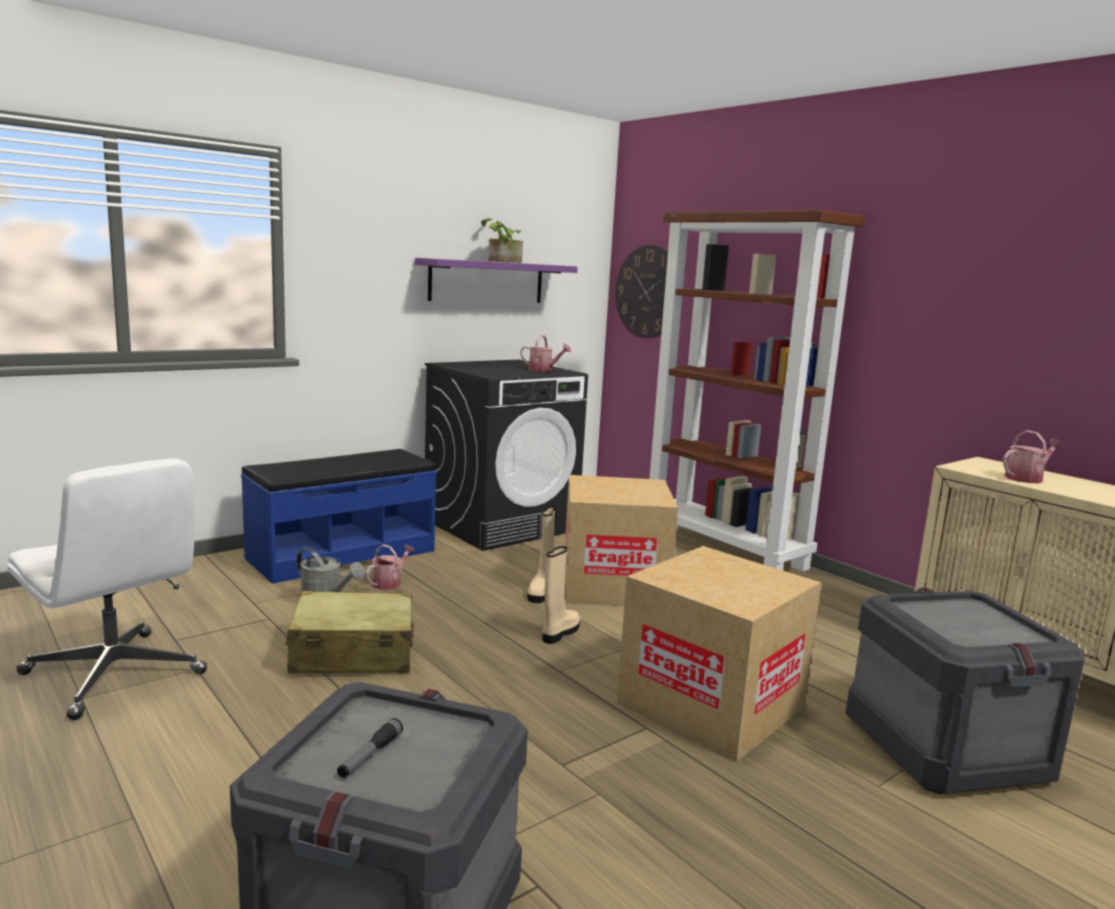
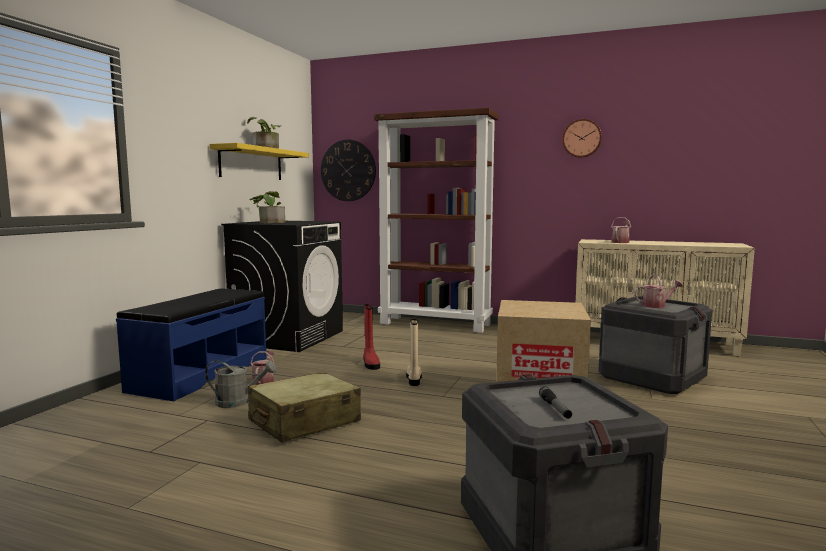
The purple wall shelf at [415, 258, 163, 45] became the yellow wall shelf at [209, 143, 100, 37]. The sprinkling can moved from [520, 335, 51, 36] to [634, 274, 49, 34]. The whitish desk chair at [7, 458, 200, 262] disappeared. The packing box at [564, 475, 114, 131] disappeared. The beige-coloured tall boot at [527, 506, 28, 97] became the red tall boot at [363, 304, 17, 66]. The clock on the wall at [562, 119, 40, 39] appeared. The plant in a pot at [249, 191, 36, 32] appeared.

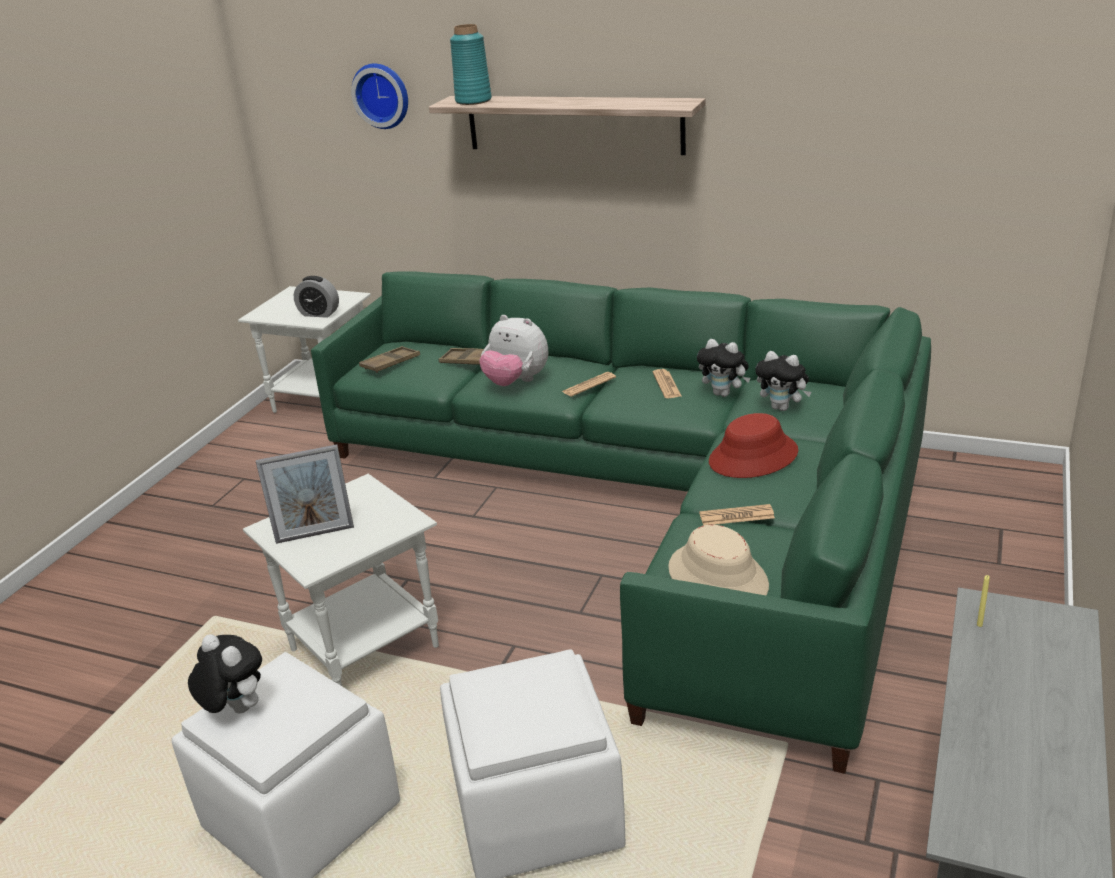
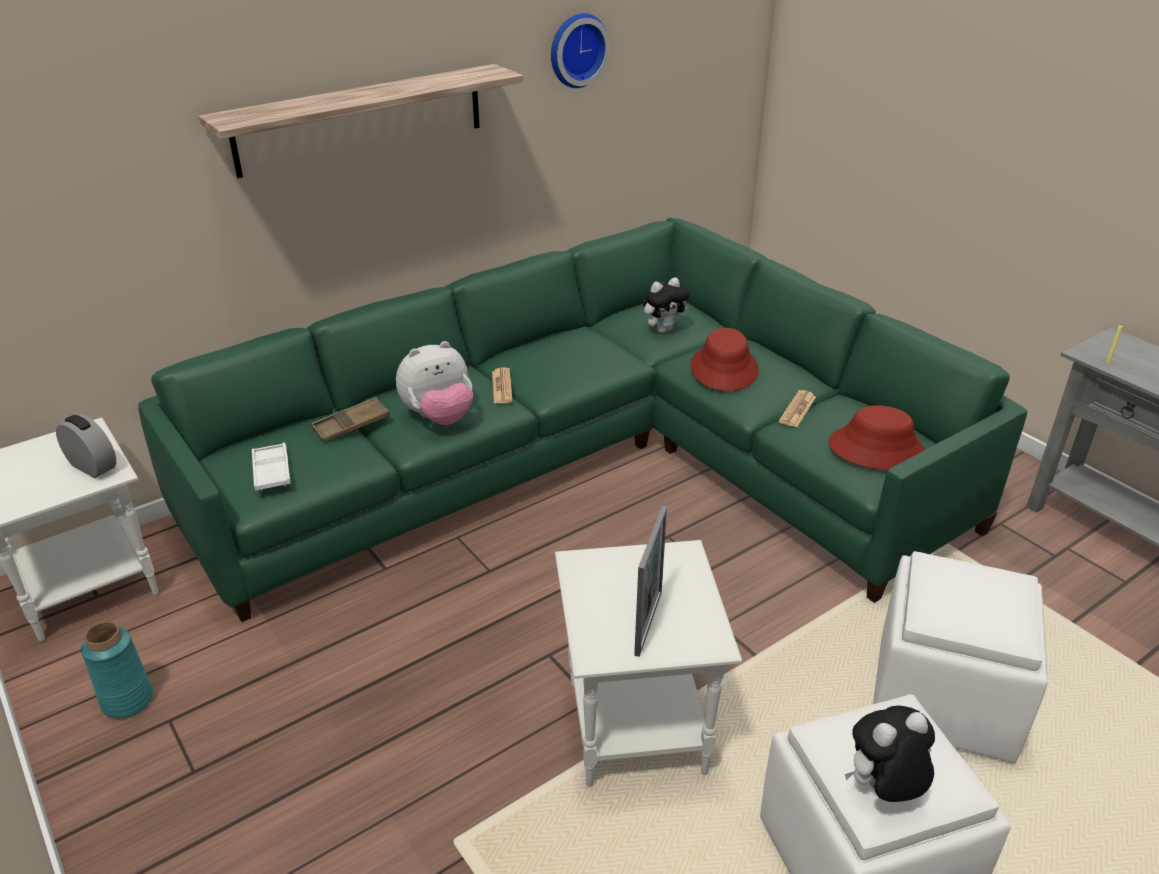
The blue-green vase moved from [450, 24, 42, 81] to [81, 622, 72, 96]. The clock on the wall moved from [351, 63, 57, 66] to [551, 13, 59, 75]. The alarm clock at [294, 276, 45, 42] turned 105 degrees counterclockwise. The cuddly toy at [697, 339, 54, 58] disappeared. The brown-coloured serving tray at [359, 346, 61, 27] became the whitish serving tray at [252, 443, 39, 48]. The printed paper at [652, 369, 29, 29] disappeared. The beige-coloured clothing hat at [668, 525, 101, 71] became the red clothing hat at [828, 405, 97, 65].

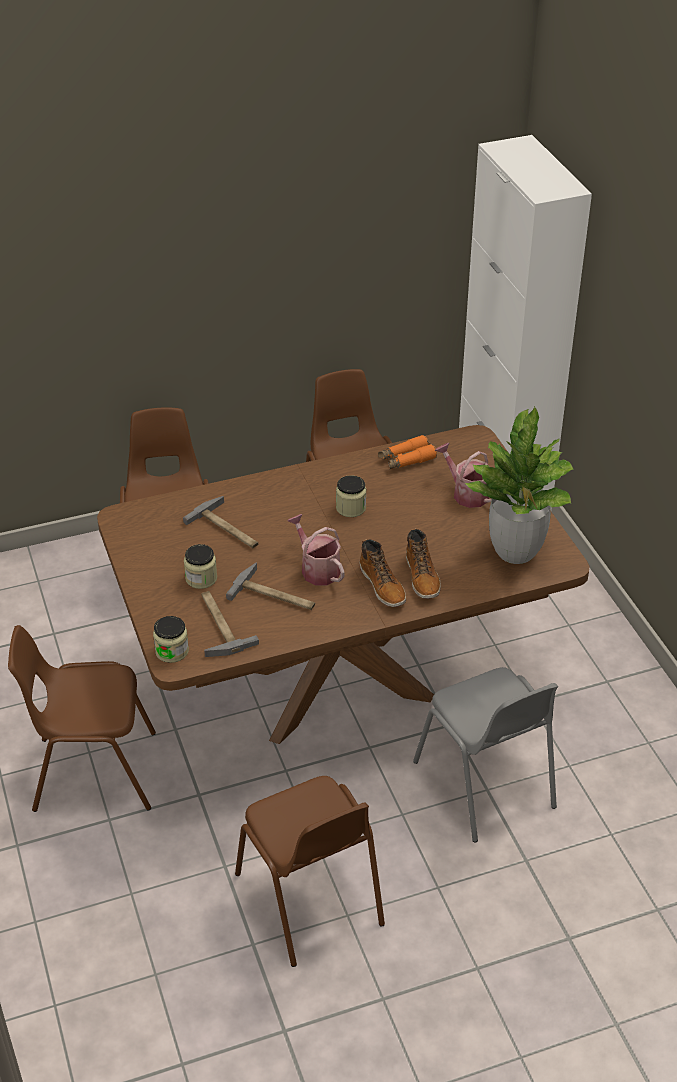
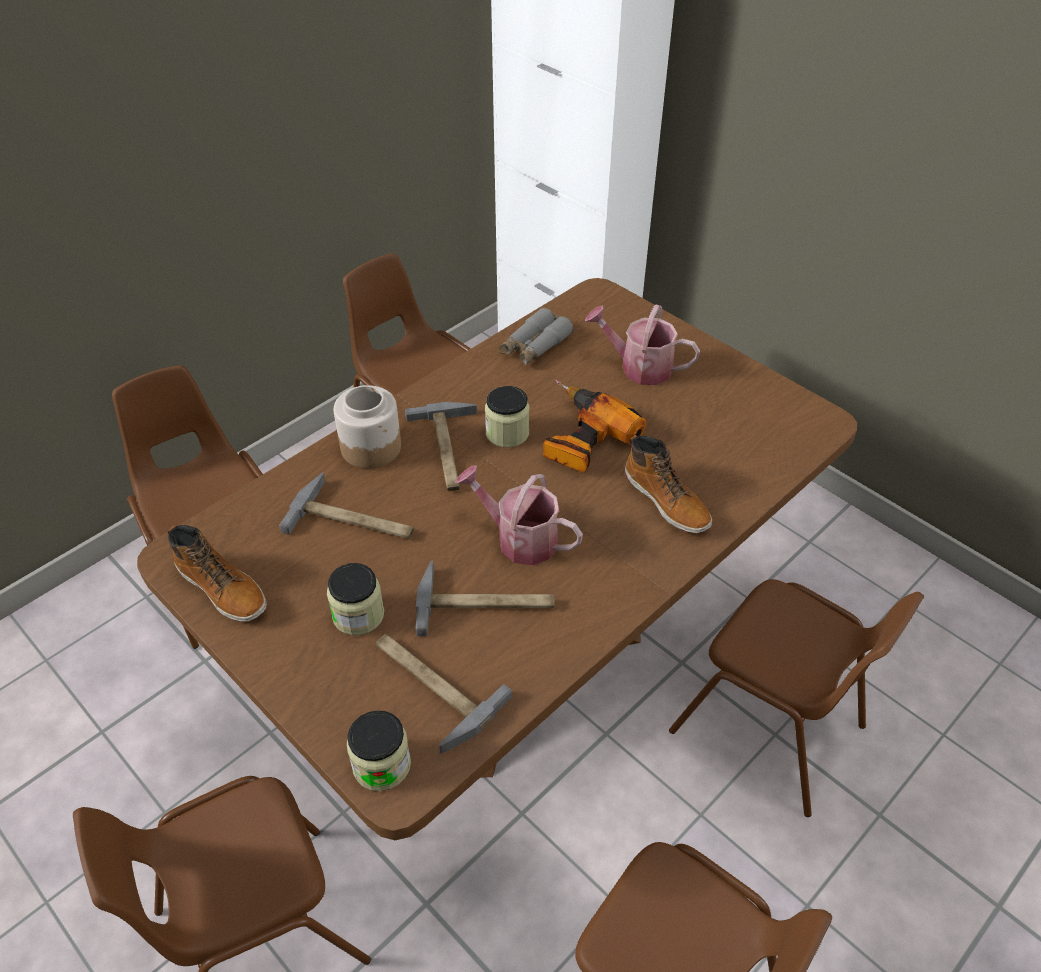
The plant in a pot at [464, 406, 109, 158] disappeared. The orange pair of binoculars at [378, 435, 59, 35] became the gray pair of binoculars at [499, 307, 74, 58]. The tall boot moved from [359, 539, 47, 68] to [168, 525, 99, 97]. The gray chair at [413, 667, 145, 175] became the brown-coloured chair at [669, 579, 255, 238]. The power drill at [543, 380, 103, 93] appeared. The preserve jar at [334, 385, 67, 84] appeared. The hammer at [405, 402, 72, 89] appeared.

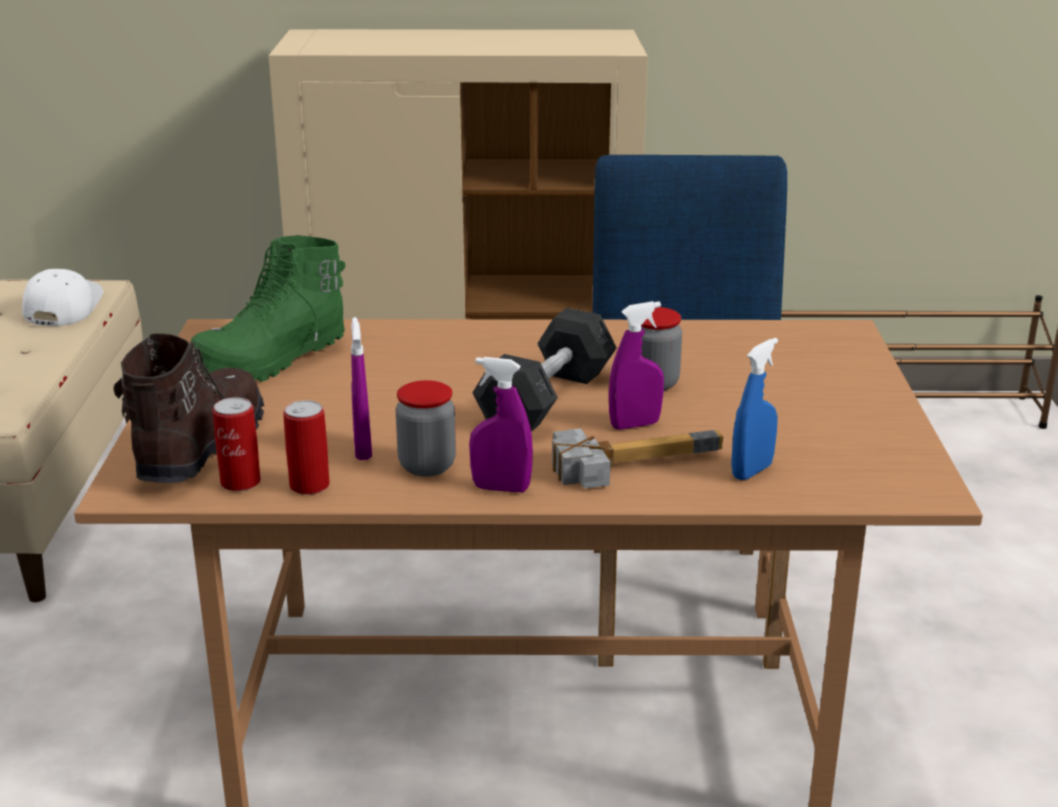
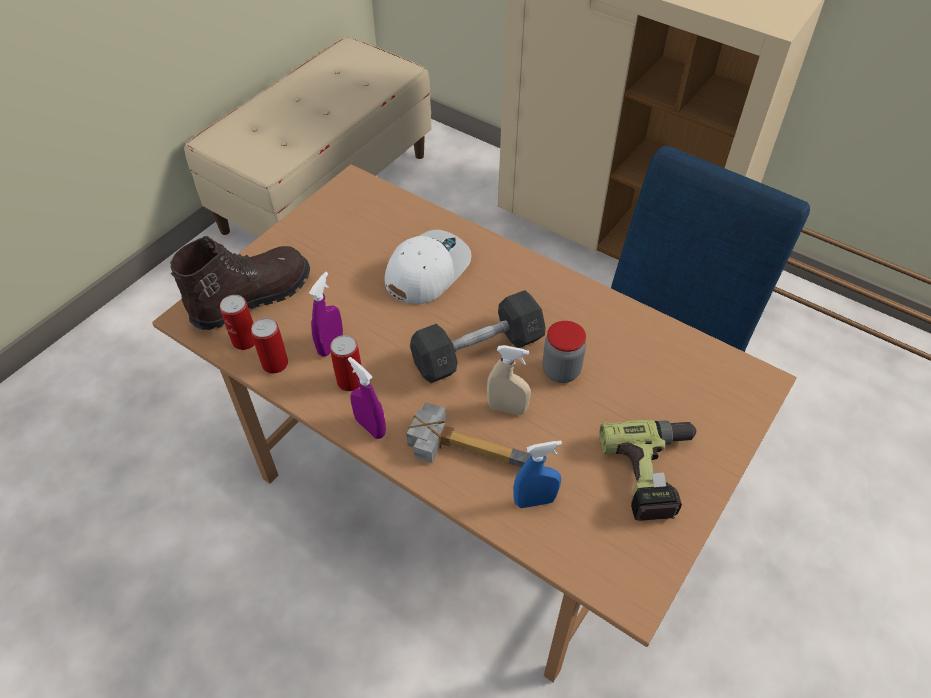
The green-coloured tall boot at [190, 235, 155, 147] disappeared. The whitish peaked cap moved from [22, 269, 81, 57] to [385, 230, 87, 74]. The purple sprayer at [609, 301, 55, 129] became the beige-coloured sprayer at [487, 345, 44, 70]. The preserve jar at [396, 380, 60, 97] was replaced by the can at [330, 335, 31, 56]. The power drill at [599, 419, 99, 102] appeared.

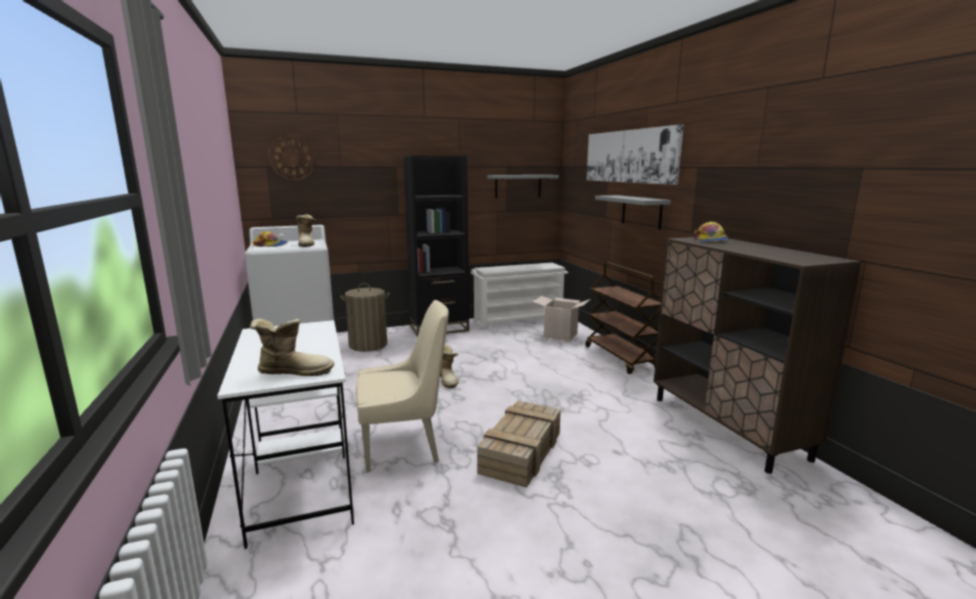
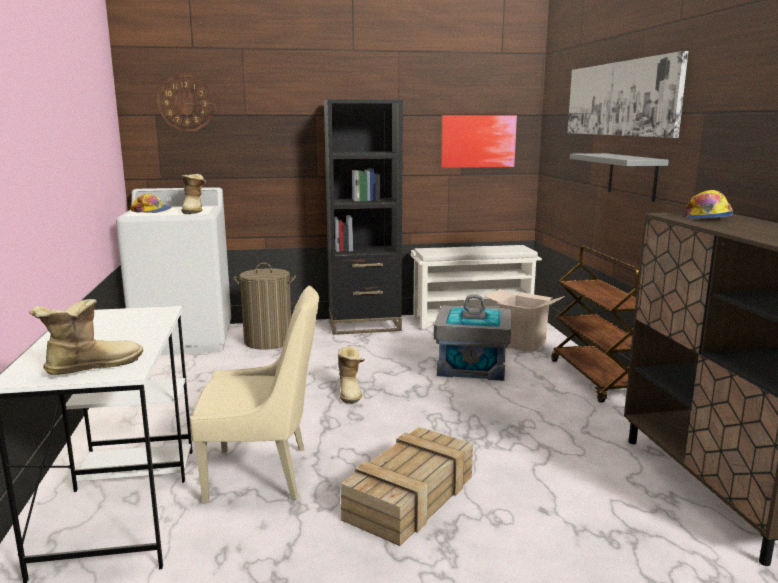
The gray wall shelf at [487, 175, 72, 23] was replaced by the wall art at [441, 115, 76, 53]. The tall boot at [250, 319, 84, 57] turned 45 degrees counterclockwise. The gray storage box at [434, 294, 77, 87] appeared.

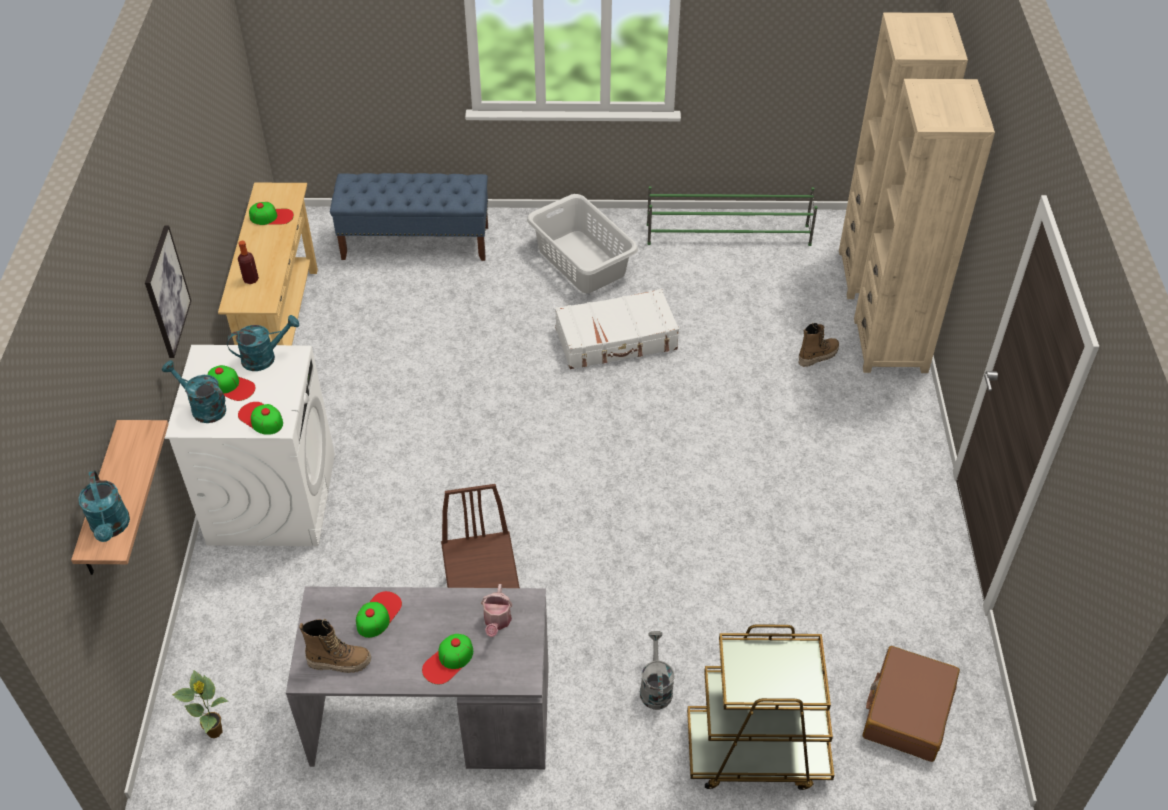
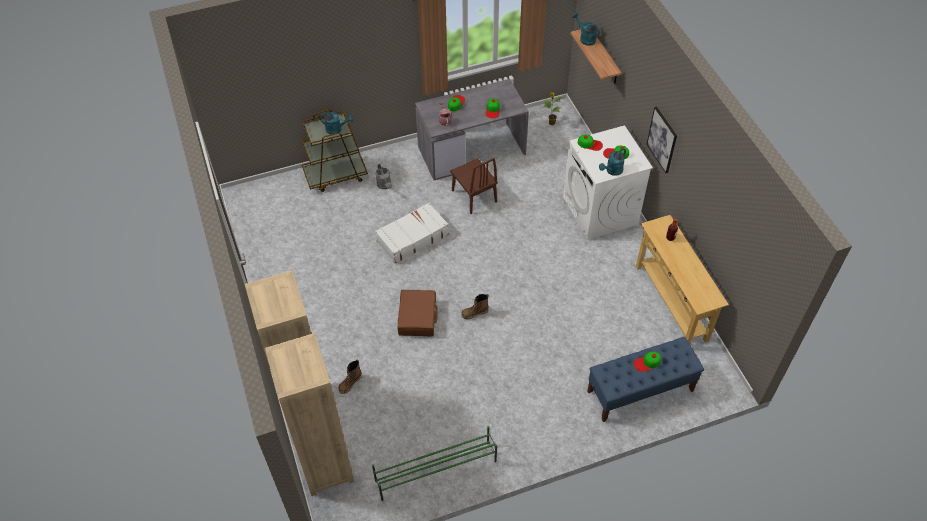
The gray laundry basket at [527, 194, 111, 99] disappeared. The peaked cap moved from [249, 202, 45, 23] to [634, 351, 27, 21]. The whitish piece of luggage moved from [555, 289, 124, 80] to [375, 203, 74, 60]. The blue-green sprinkling can moved from [162, 360, 64, 63] to [319, 112, 35, 22]. The tall boot moved from [299, 619, 72, 54] to [461, 294, 28, 25]. The brown-coloured piece of luggage moved from [862, 646, 98, 116] to [398, 290, 40, 47].

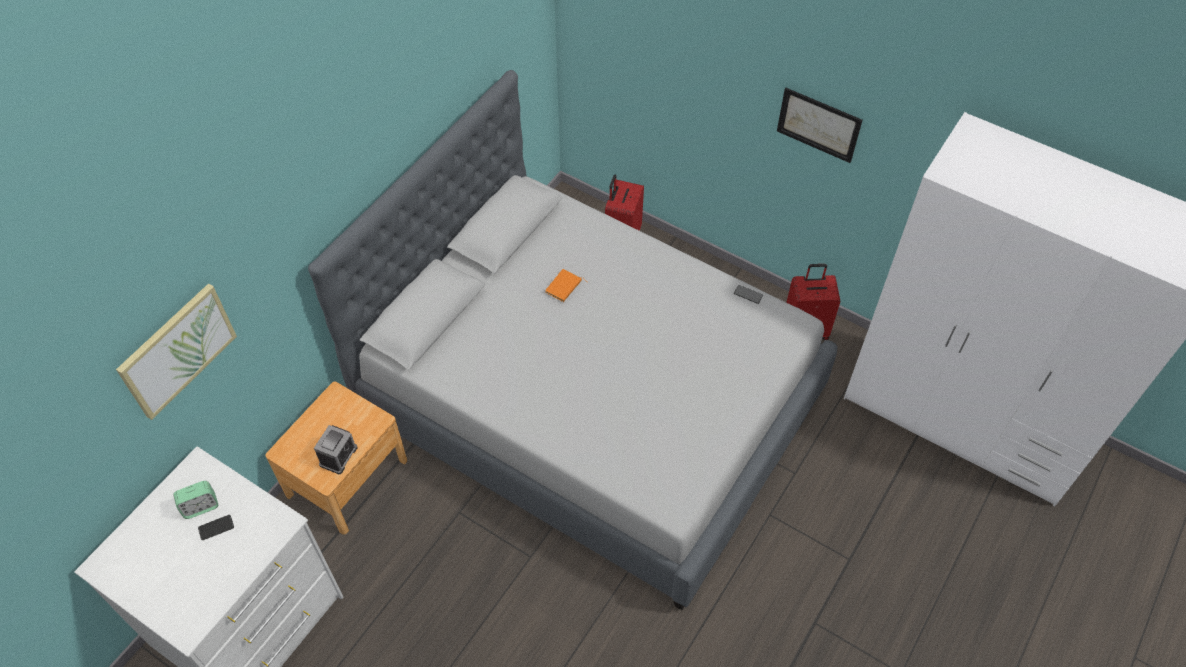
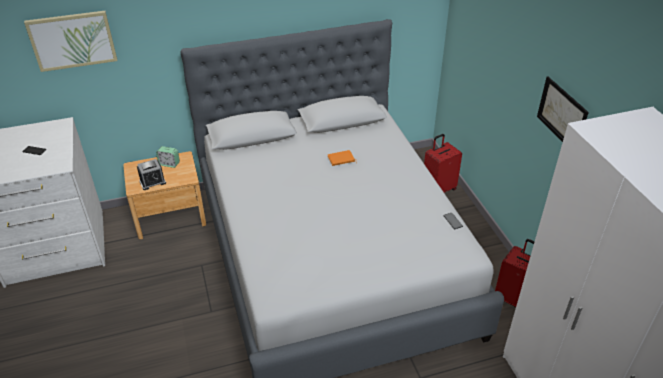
The alarm clock moved from [173, 481, 45, 38] to [156, 146, 24, 22].

